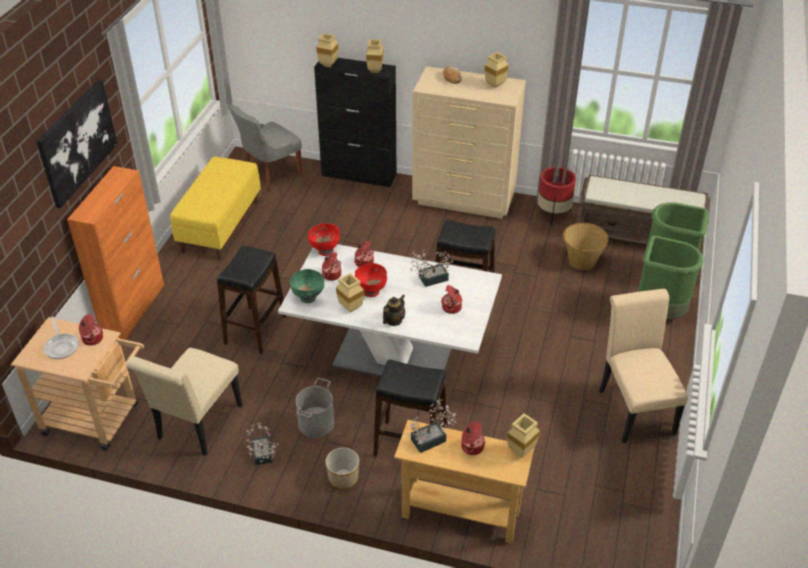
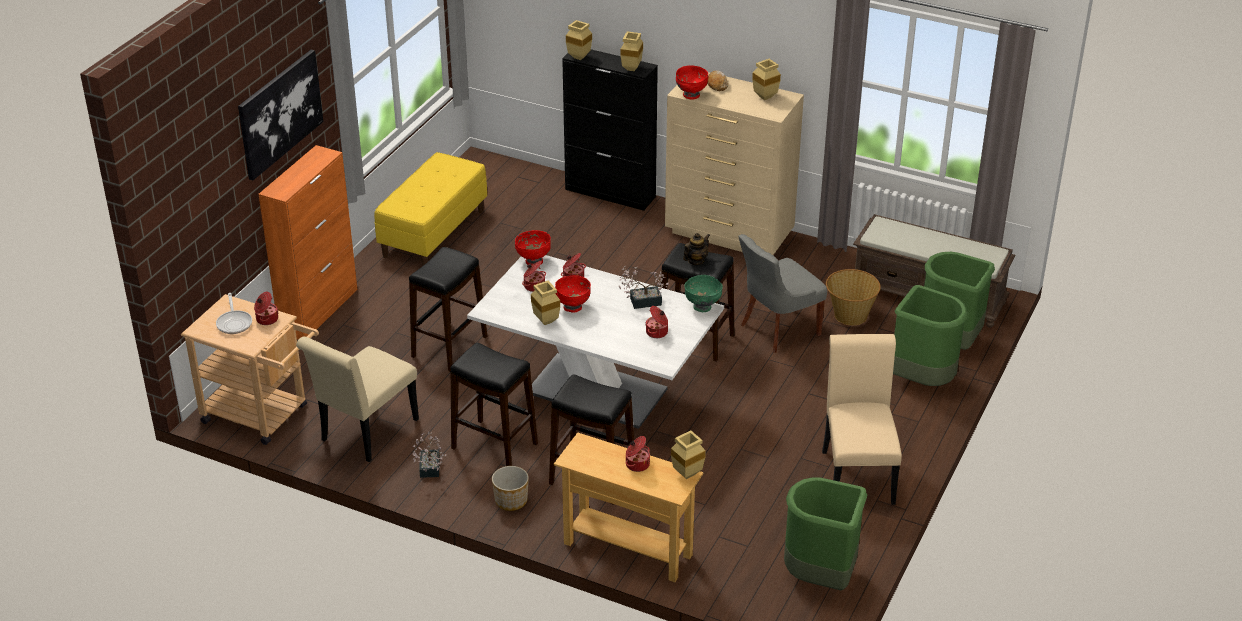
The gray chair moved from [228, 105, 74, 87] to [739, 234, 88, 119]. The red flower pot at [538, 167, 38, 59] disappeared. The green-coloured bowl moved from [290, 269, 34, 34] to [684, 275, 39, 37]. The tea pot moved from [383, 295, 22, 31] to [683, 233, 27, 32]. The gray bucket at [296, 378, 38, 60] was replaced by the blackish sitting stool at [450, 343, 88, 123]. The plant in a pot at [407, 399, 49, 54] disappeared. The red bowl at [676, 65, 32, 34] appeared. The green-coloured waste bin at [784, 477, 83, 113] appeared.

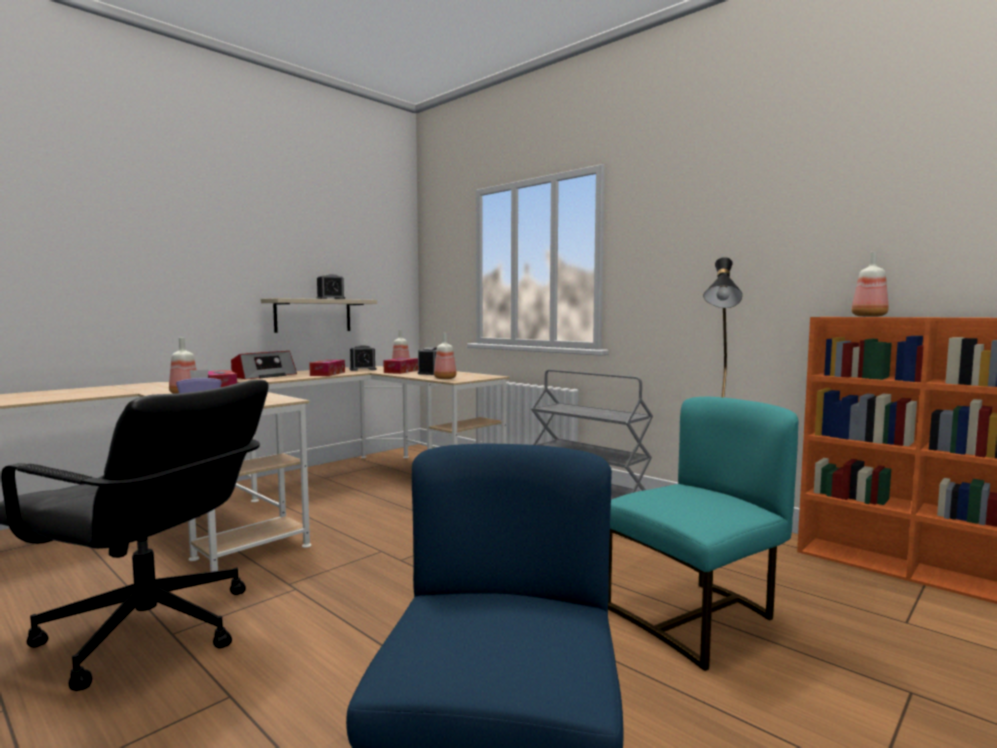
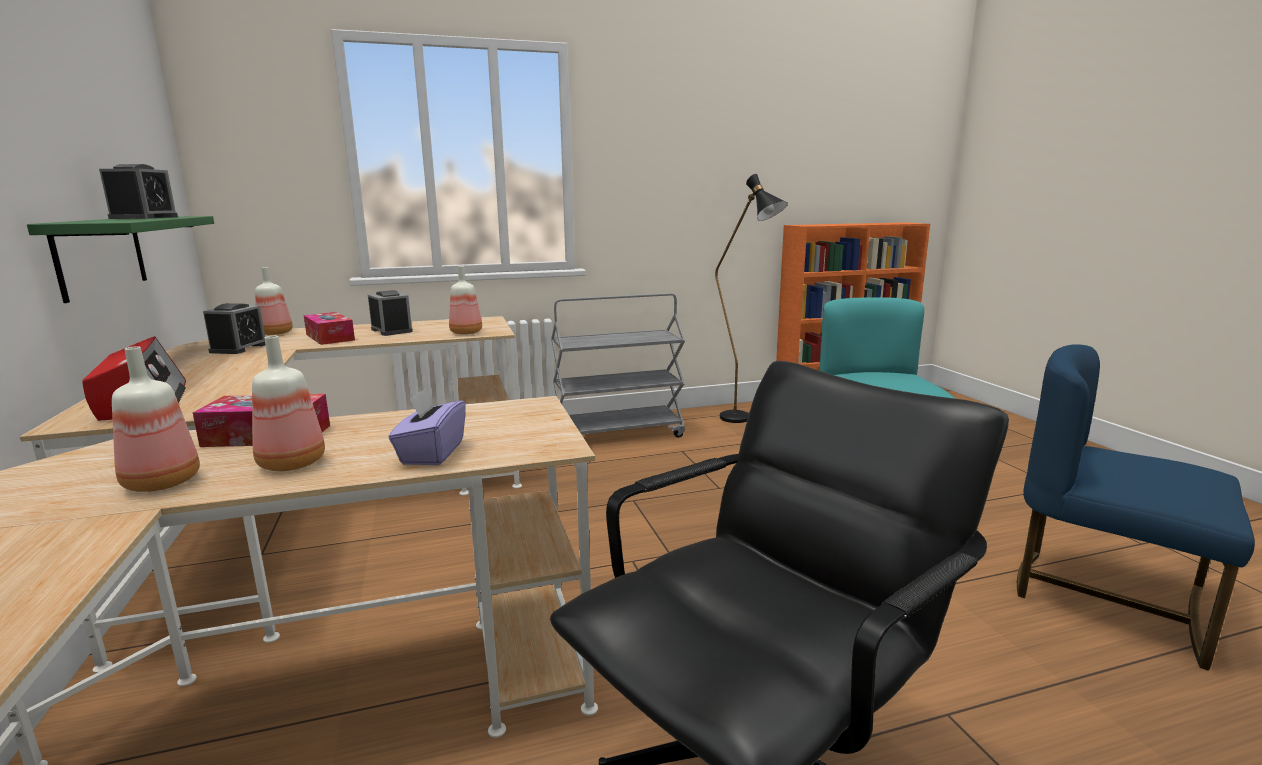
The beverage bottle moved from [851, 251, 38, 66] to [112, 346, 88, 146]. The beige-coloured wall shelf at [261, 298, 116, 35] became the green-coloured wall shelf at [27, 216, 187, 87]. The tissue box at [309, 360, 36, 16] disappeared.

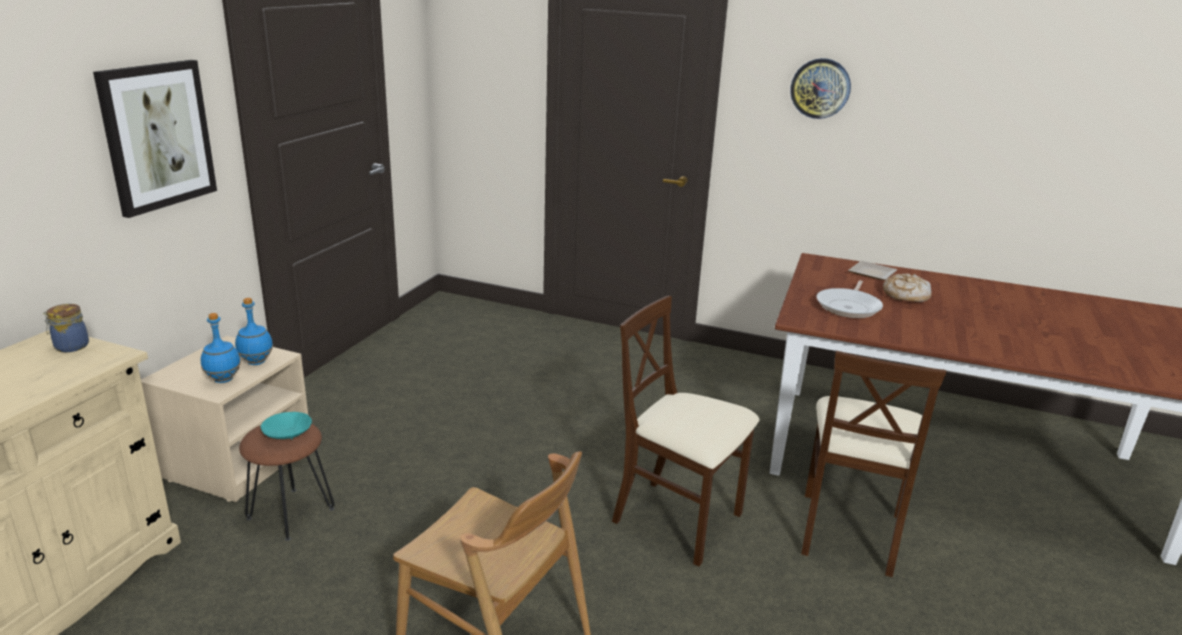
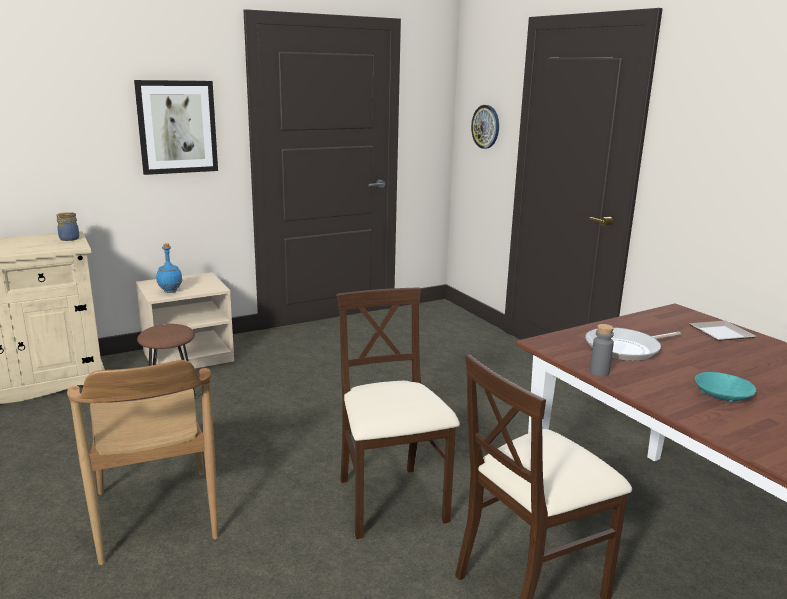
The clock on the wall moved from [790, 58, 61, 61] to [471, 105, 28, 44]. The baked bread at [883, 274, 49, 28] disappeared. The blue-coloured beverage bottle at [235, 298, 38, 67] disappeared. The blue-green bowl moved from [261, 412, 51, 28] to [695, 372, 61, 31]. The gray beverage bottle at [590, 324, 24, 52] appeared.

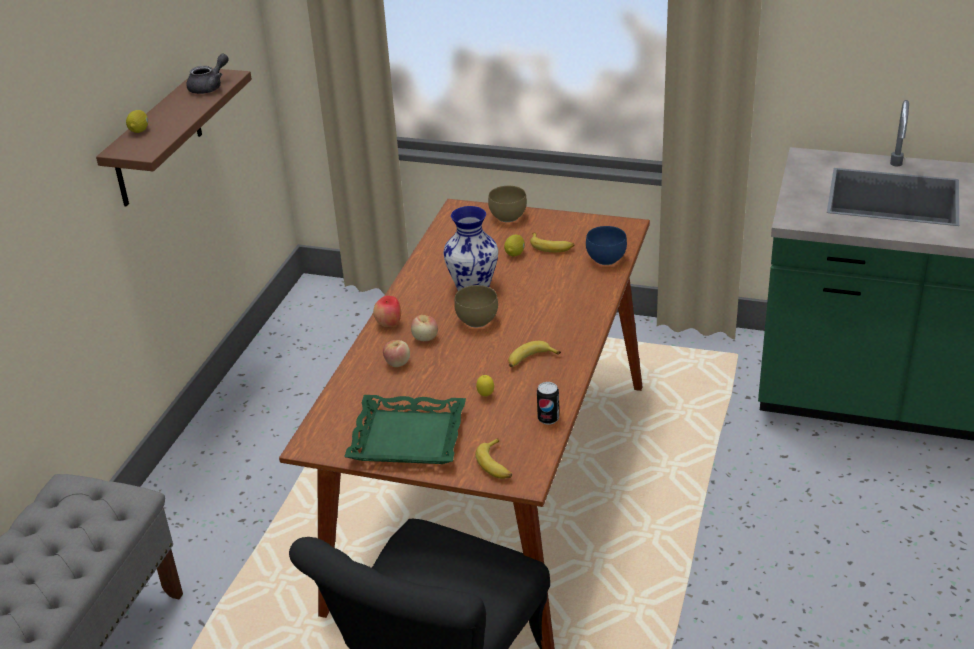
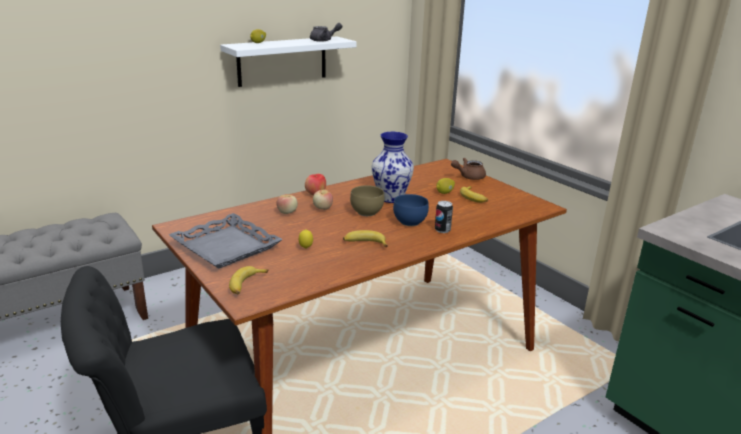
The brown-coloured wall shelf at [96, 68, 156, 138] became the whitish wall shelf at [220, 37, 137, 50]. The brown-coloured bowl at [488, 186, 39, 36] was replaced by the brown-coloured tea pot at [451, 158, 35, 22]. The blue-coloured bowl moved from [586, 226, 41, 39] to [393, 194, 36, 32]. The can moved from [537, 382, 22, 43] to [435, 201, 18, 32]. The green-coloured serving tray at [344, 395, 122, 69] became the gray serving tray at [169, 213, 114, 56].

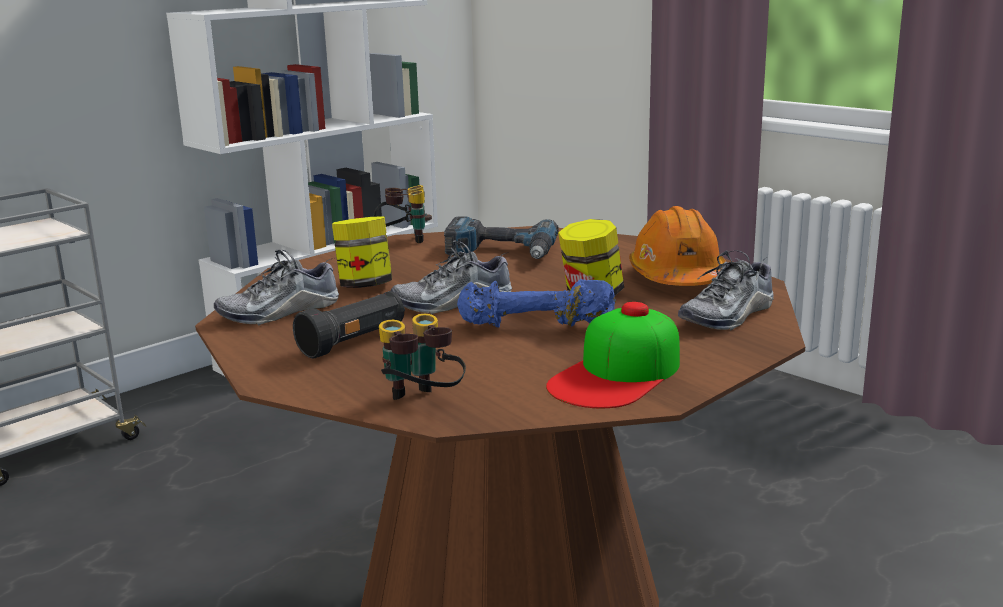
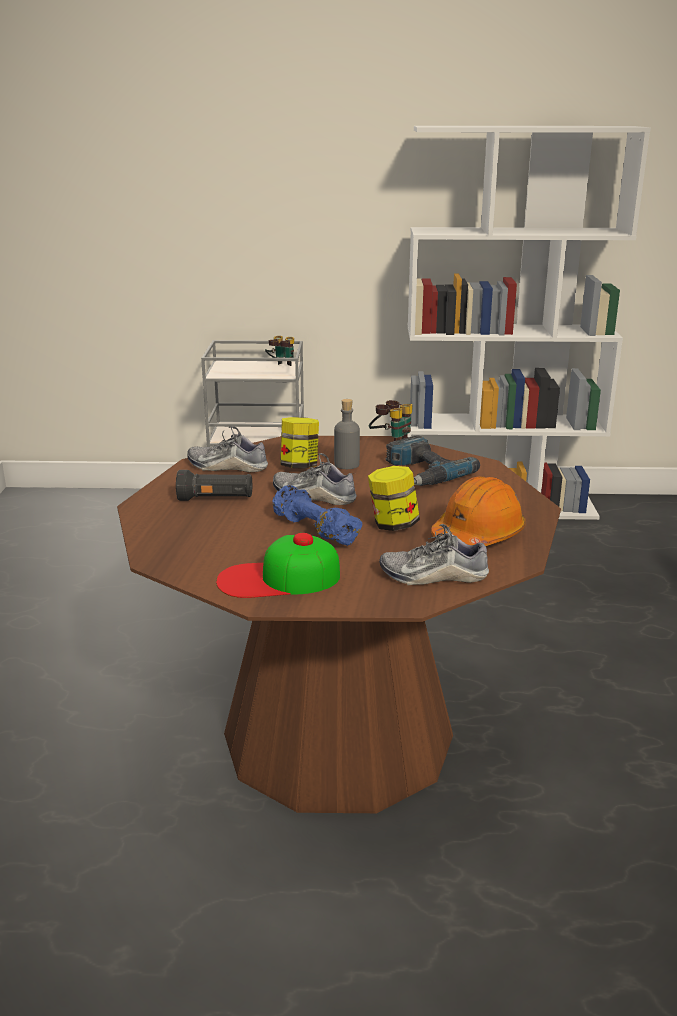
The pair of binoculars moved from [379, 314, 87, 86] to [265, 336, 29, 30]. The gray beverage bottle at [334, 399, 26, 70] appeared.

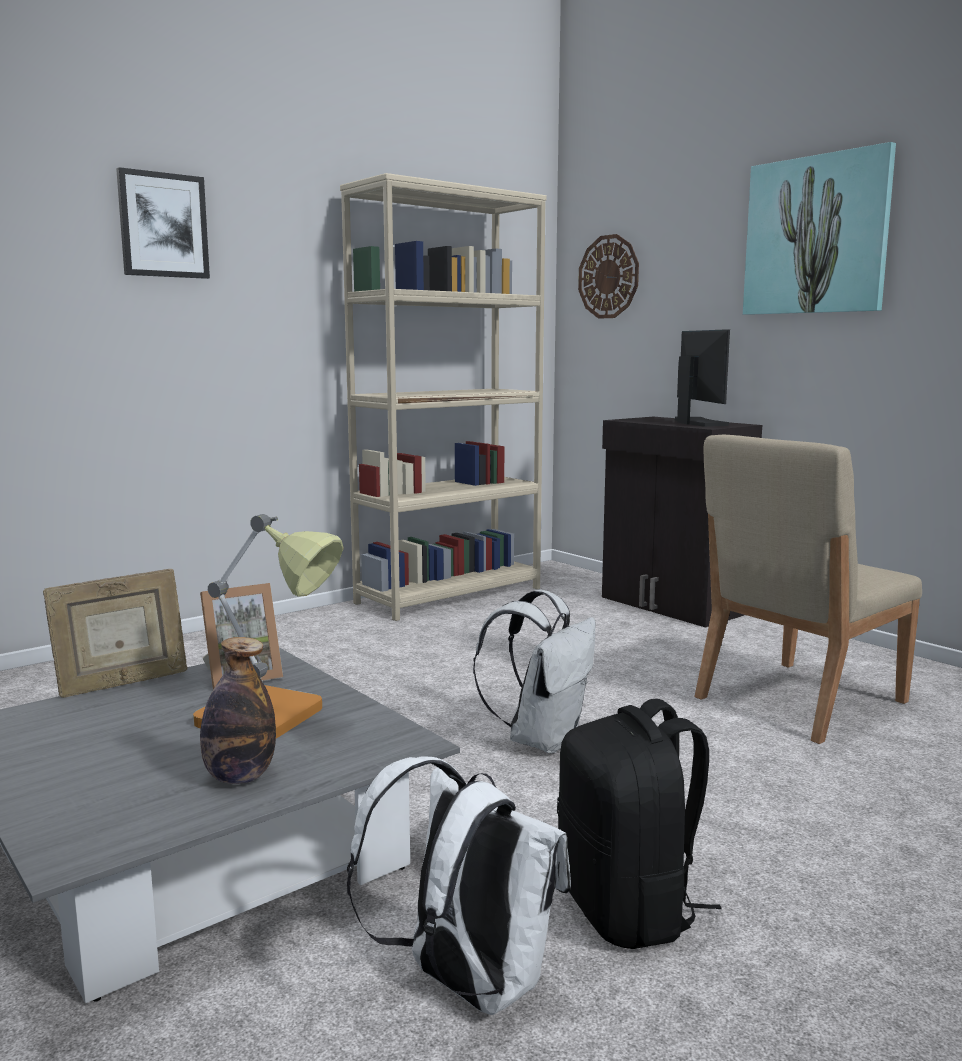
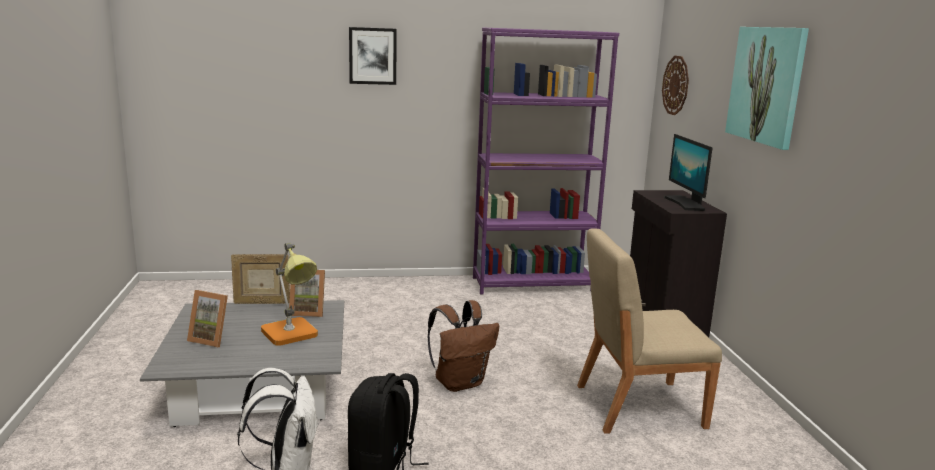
The beige-coloured bookcase at [340, 173, 207, 448] became the purple bookcase at [473, 27, 146, 267]. The monitor at [675, 329, 55, 98] turned 150 degrees clockwise. The whitish rucksack at [473, 590, 123, 164] became the brown-coloured rucksack at [428, 300, 71, 92]. The beverage bottle at [200, 637, 76, 147] disappeared. The picture frame at [187, 290, 41, 57] appeared.

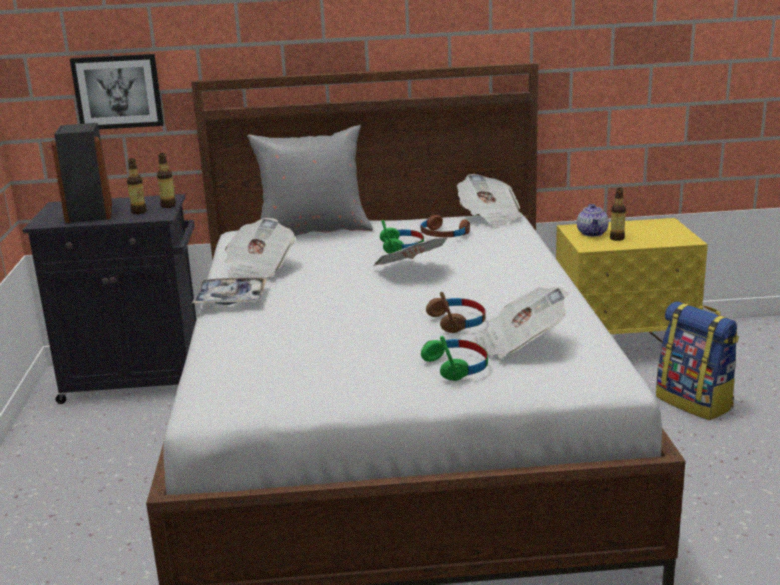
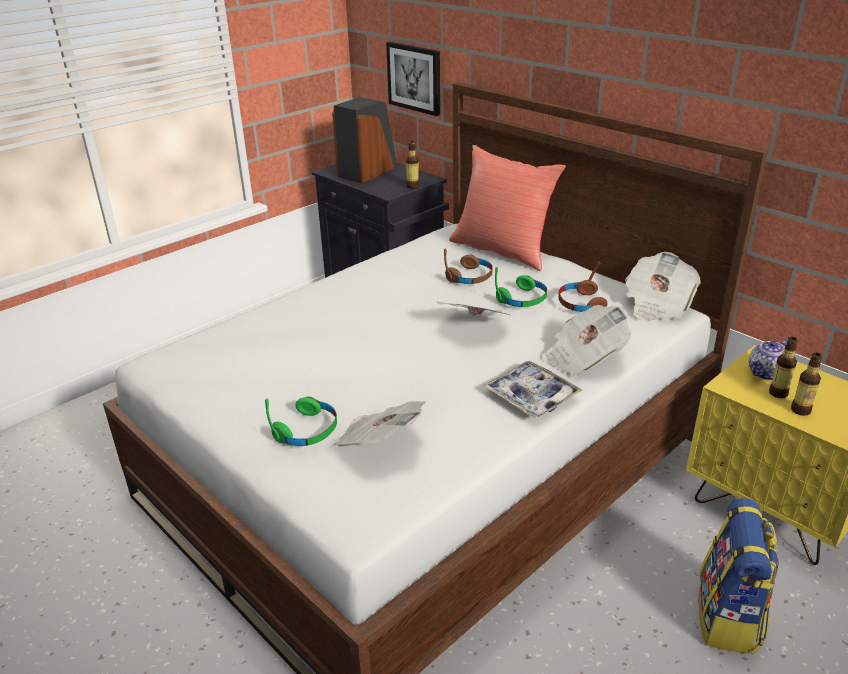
The gray pillow at [247, 125, 126, 111] became the red pillow at [449, 145, 117, 126]. The beverage bottle moved from [127, 158, 20, 56] to [791, 352, 31, 64]. The printed paper moved from [224, 218, 71, 60] to [541, 305, 90, 71]. The serving tray moved from [192, 277, 75, 28] to [483, 361, 99, 57]. The brown-coloured pair of headphones moved from [426, 292, 60, 41] to [444, 248, 49, 36].

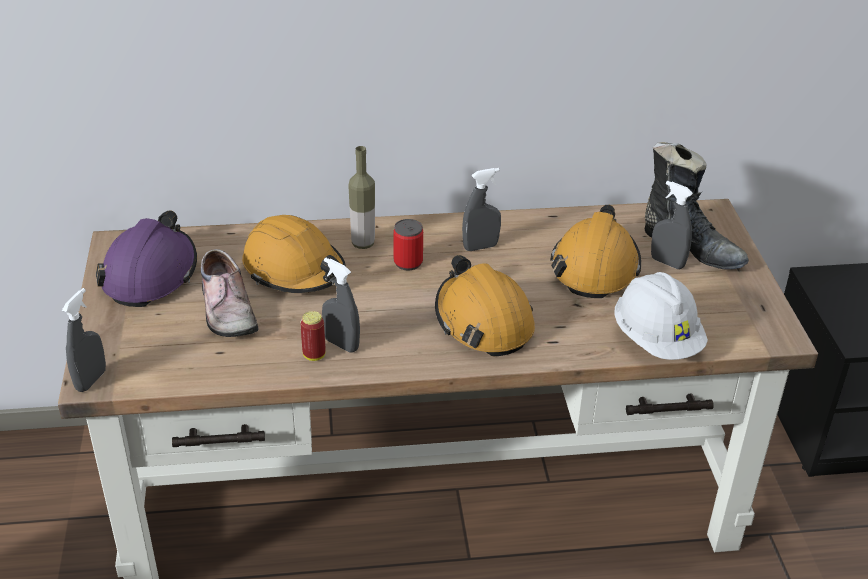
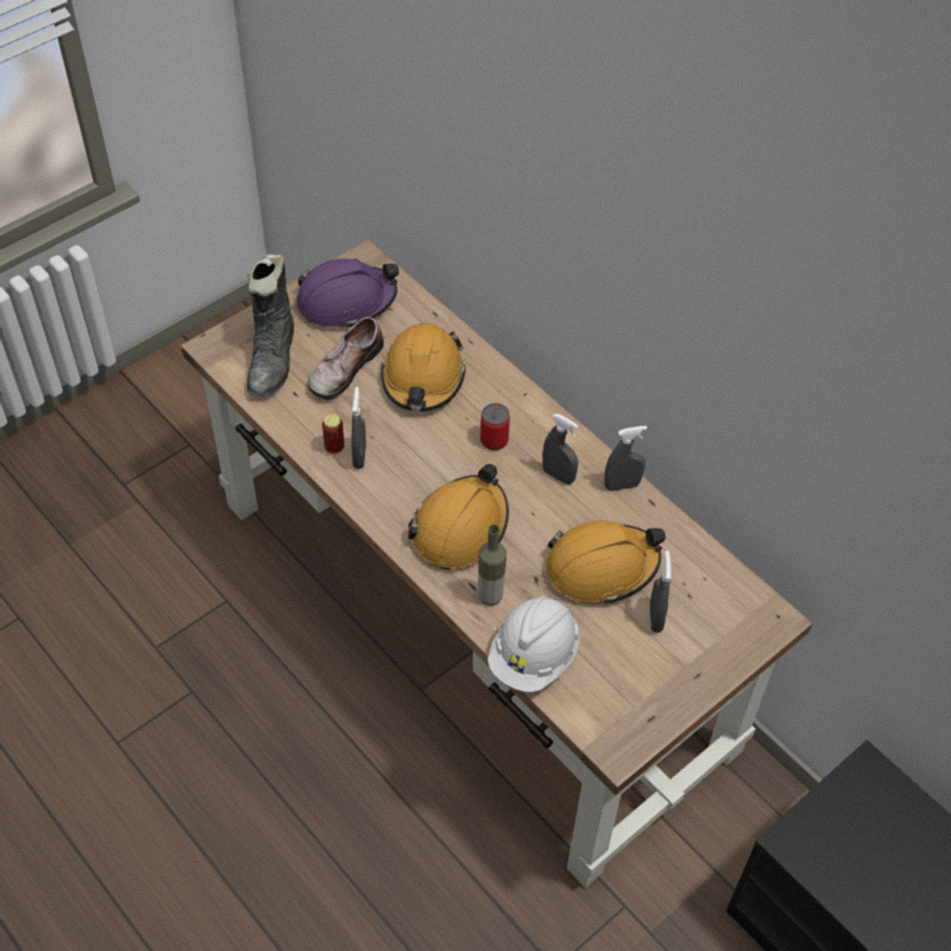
The blackish tall boot moved from [644, 142, 105, 128] to [247, 254, 47, 142]. The beverage bottle moved from [348, 146, 27, 103] to [478, 524, 29, 82]. The gray sprayer moved from [62, 288, 44, 104] to [604, 426, 43, 65].

